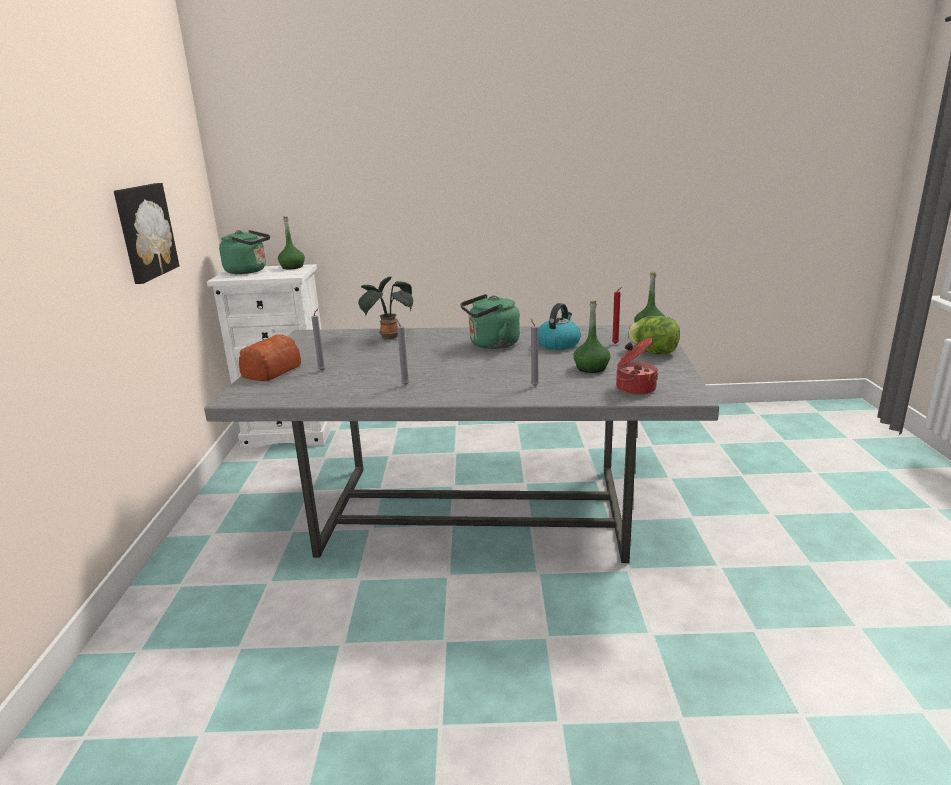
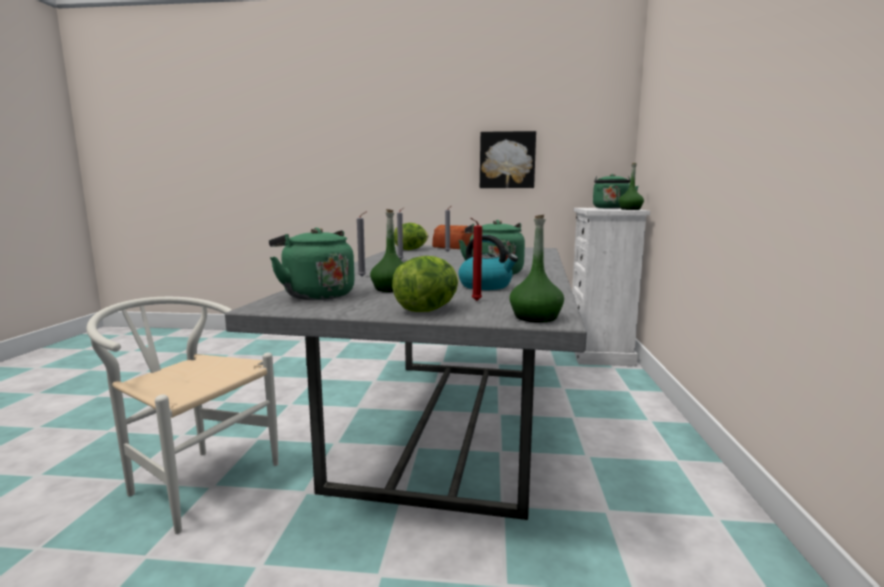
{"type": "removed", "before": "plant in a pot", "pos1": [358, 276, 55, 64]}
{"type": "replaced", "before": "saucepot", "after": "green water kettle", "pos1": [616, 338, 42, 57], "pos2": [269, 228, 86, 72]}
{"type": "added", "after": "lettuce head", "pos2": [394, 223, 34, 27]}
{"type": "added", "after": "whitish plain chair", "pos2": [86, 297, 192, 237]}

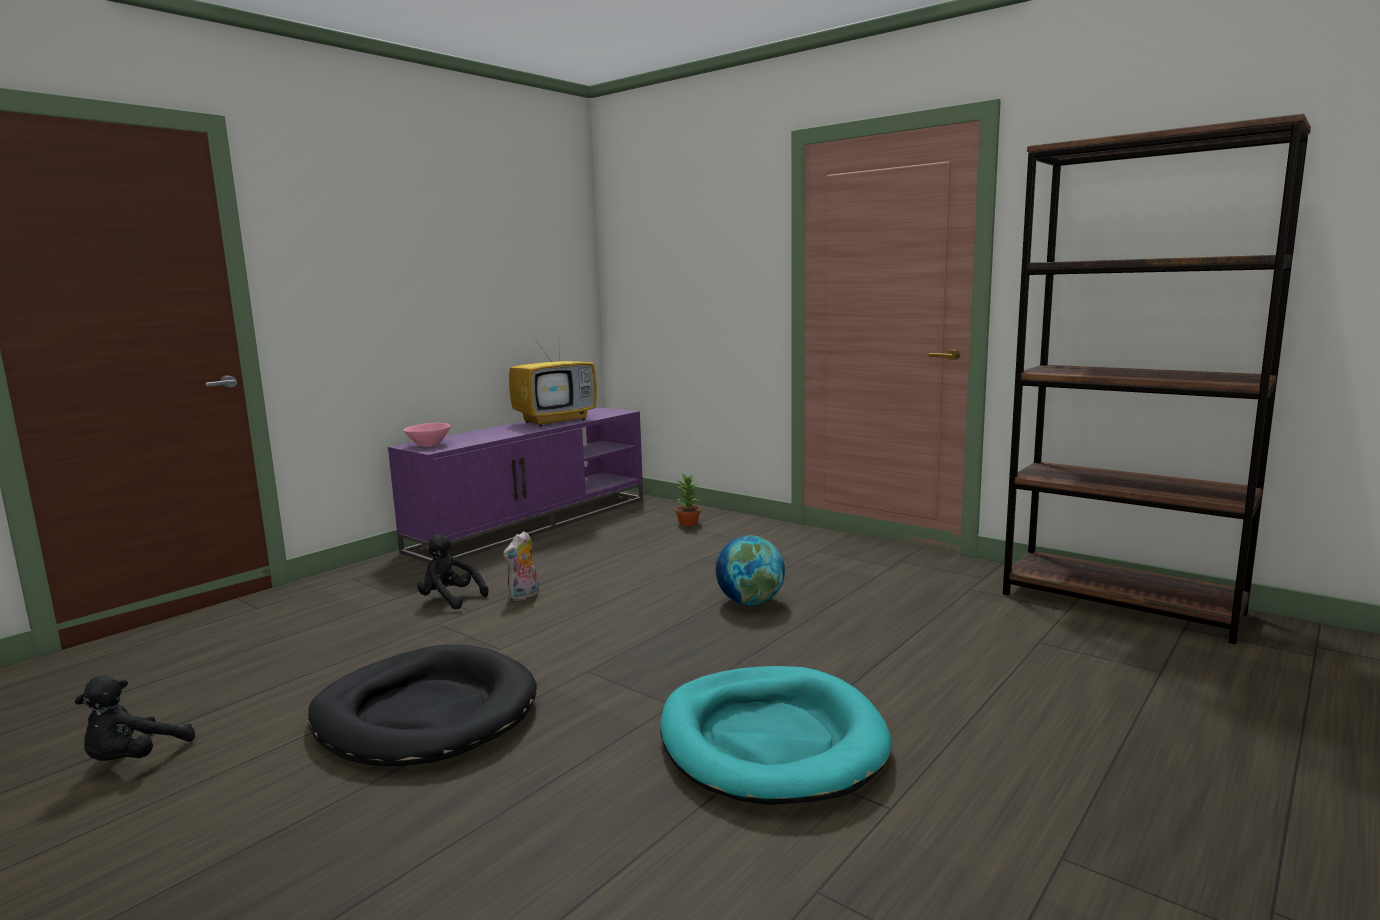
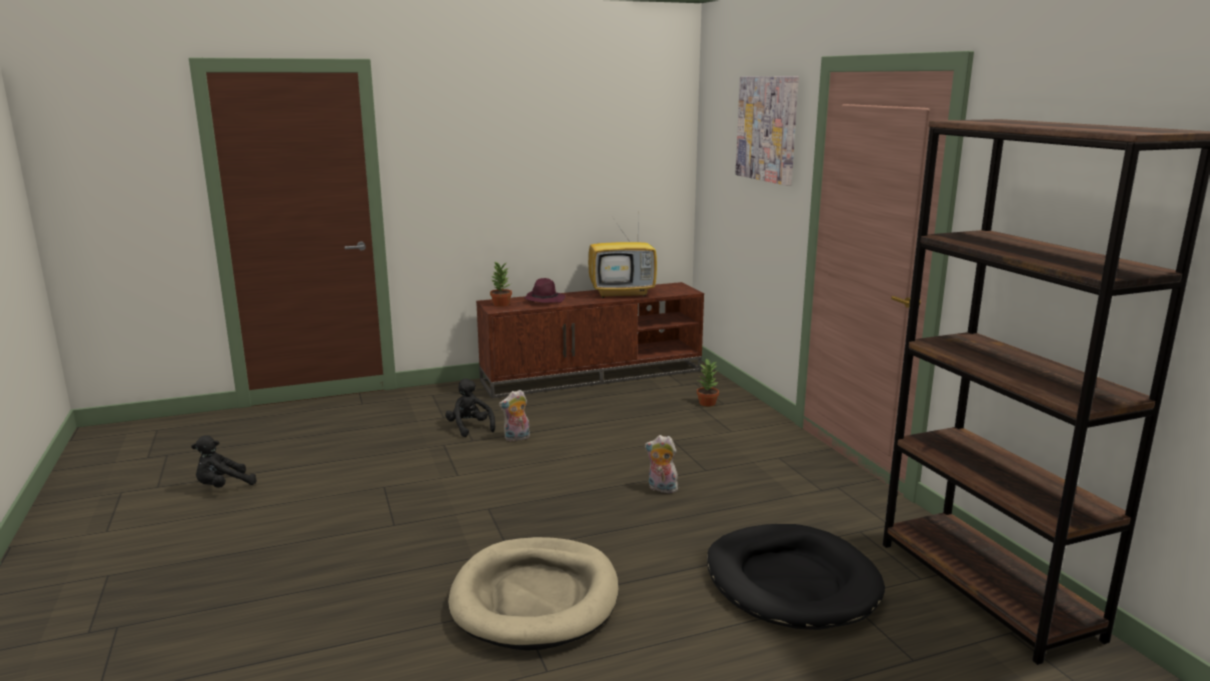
{"type": "recoloured", "before": "purple tv stand", "after": "brown tv stand", "pos1": [388, 407, 255, 156], "pos2": [476, 282, 228, 116]}
{"type": "replaced", "before": "pink bowl", "after": "plant in a pot", "pos1": [404, 423, 46, 24], "pos2": [490, 261, 22, 46]}
{"type": "replaced", "before": "world globe", "after": "plush toy", "pos1": [716, 535, 69, 70], "pos2": [645, 435, 36, 58]}
{"type": "moved", "before": "blackish dog cushion", "pos1": [308, 645, 229, 121], "pos2": [707, 524, 178, 106]}
{"type": "recoloured", "before": "turquoise dog cushion", "after": "sand-coloured dog cushion", "pos1": [660, 666, 232, 139], "pos2": [448, 537, 171, 114]}
{"type": "added", "after": "picture", "pos2": [735, 76, 64, 110]}
{"type": "added", "after": "purple hat", "pos2": [523, 278, 42, 25]}

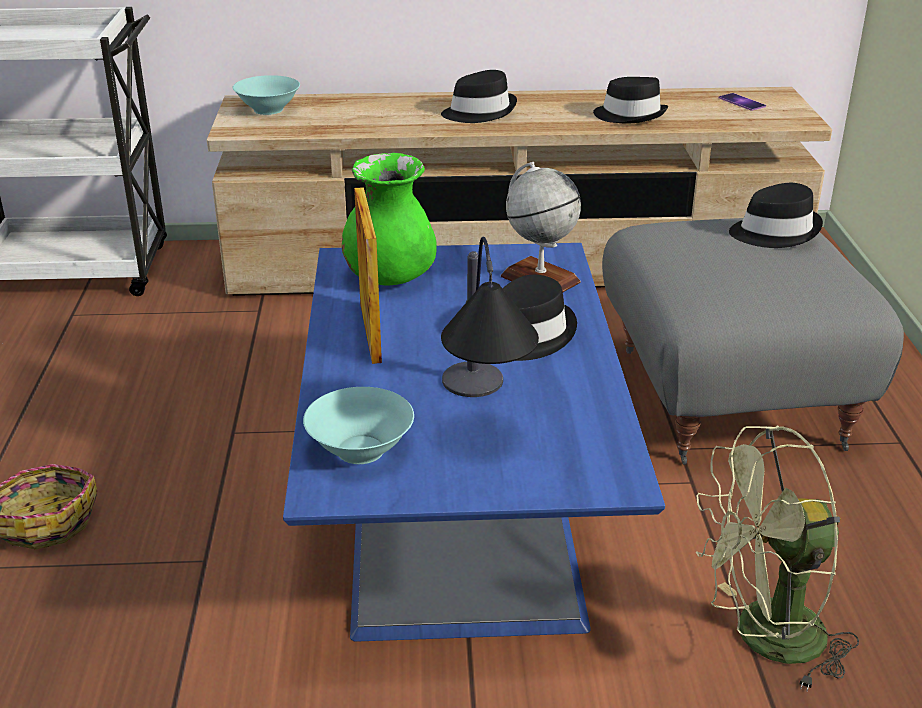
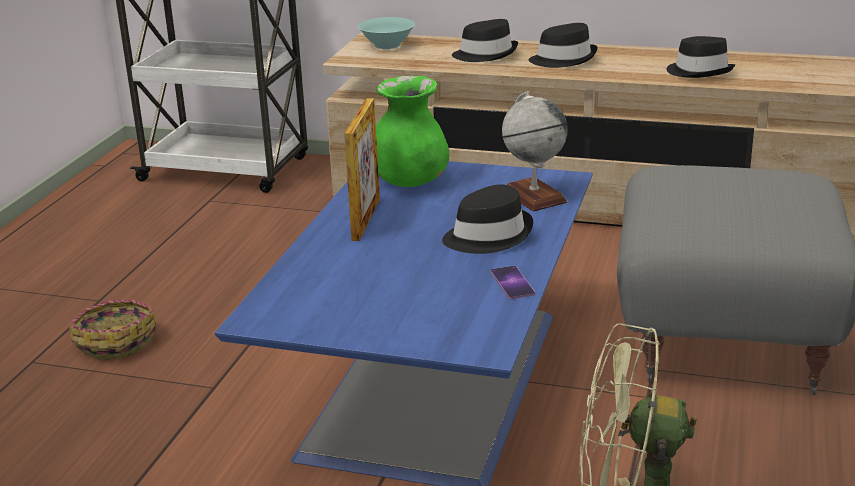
{"type": "moved", "before": "phone", "pos1": [719, 93, 47, 18], "pos2": [490, 266, 45, 33]}
{"type": "moved", "before": "blackish hat", "pos1": [729, 183, 94, 65], "pos2": [452, 19, 66, 43]}
{"type": "removed", "before": "table lamp", "pos1": [441, 237, 98, 160]}
{"type": "removed", "before": "turquoise bowl", "pos1": [303, 387, 111, 77]}

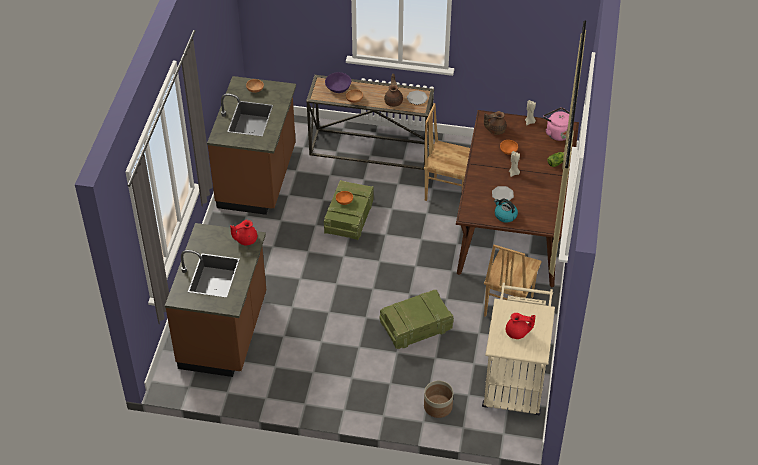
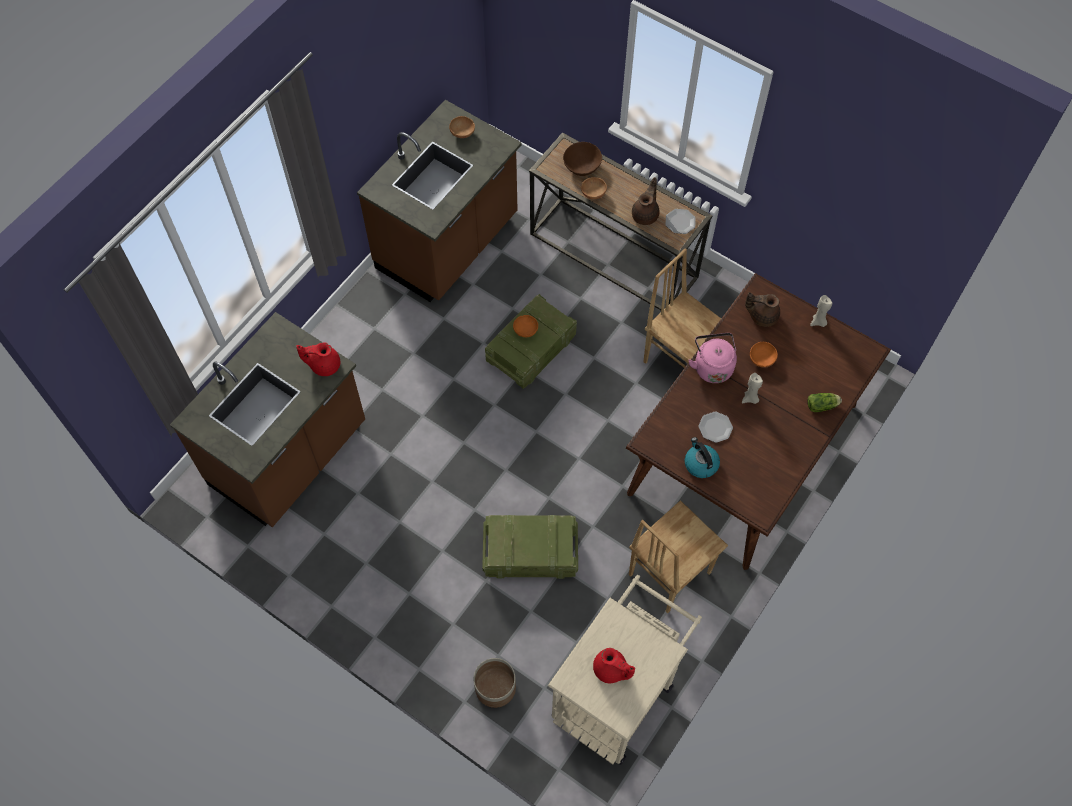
{"type": "recoloured", "before": "purple bowl", "after": "brown bowl", "pos1": [325, 72, 26, 21], "pos2": [563, 142, 39, 34]}
{"type": "moved", "before": "pink water kettle", "pos1": [543, 107, 27, 34], "pos2": [688, 333, 49, 50]}

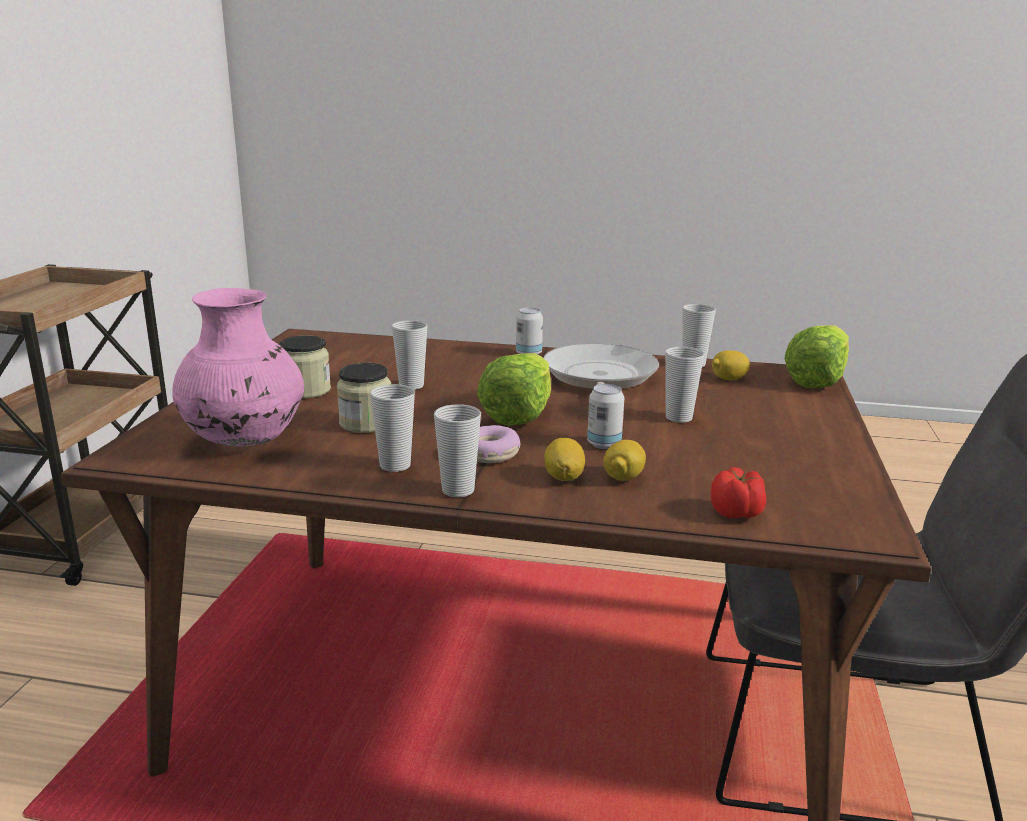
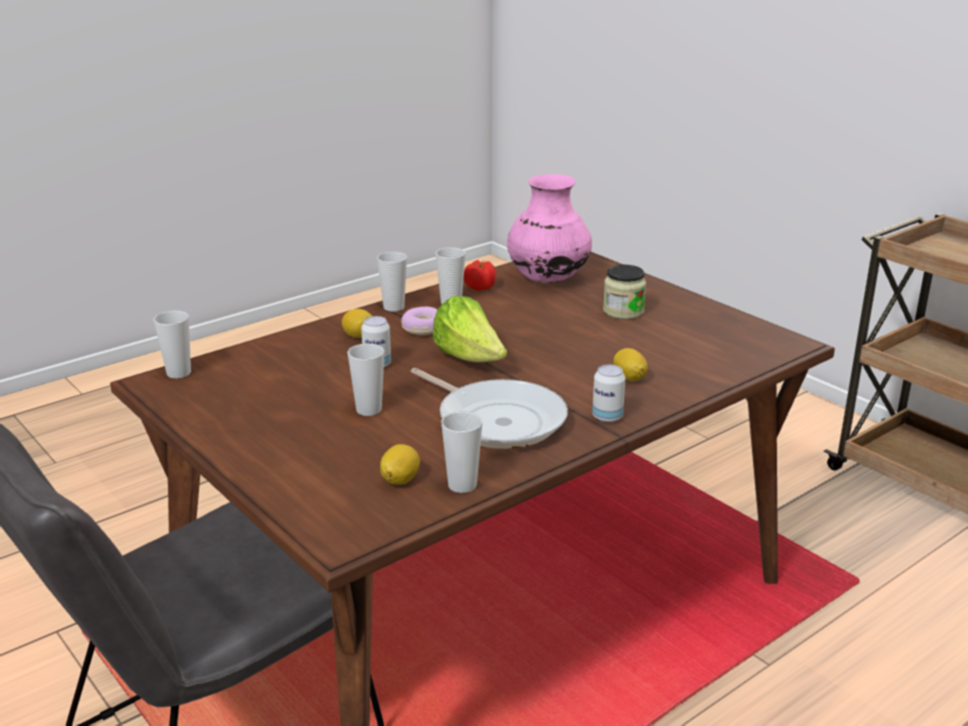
{"type": "moved", "before": "drinking cup", "pos1": [392, 320, 36, 70], "pos2": [153, 311, 38, 67]}
{"type": "removed", "before": "lettuce head", "pos1": [785, 325, 64, 63]}
{"type": "removed", "before": "jar", "pos1": [337, 363, 54, 70]}
{"type": "moved", "before": "whole lemon", "pos1": [603, 440, 43, 41], "pos2": [613, 348, 35, 33]}
{"type": "moved", "before": "fresh tomato", "pos1": [711, 467, 55, 51], "pos2": [464, 260, 32, 31]}

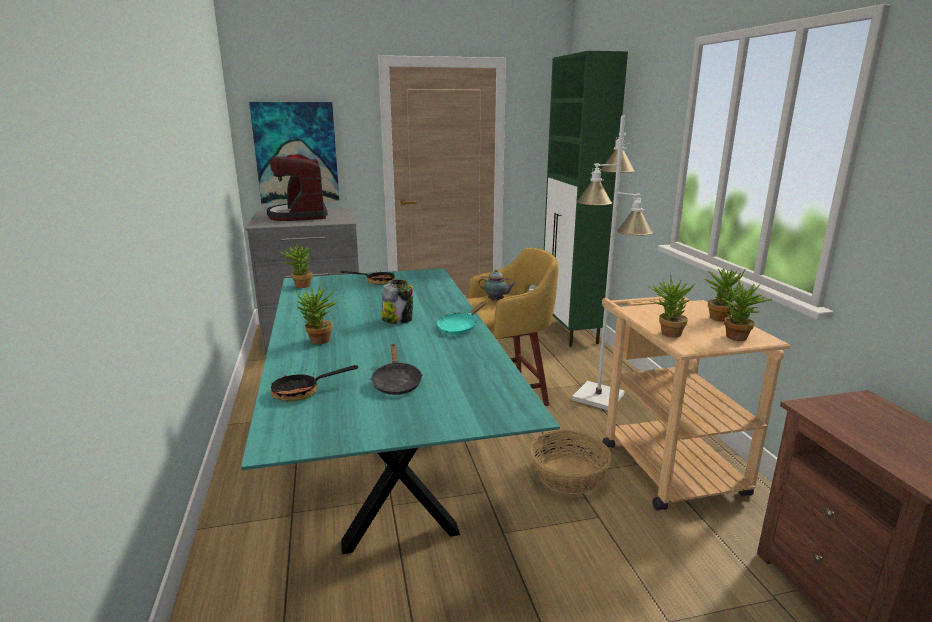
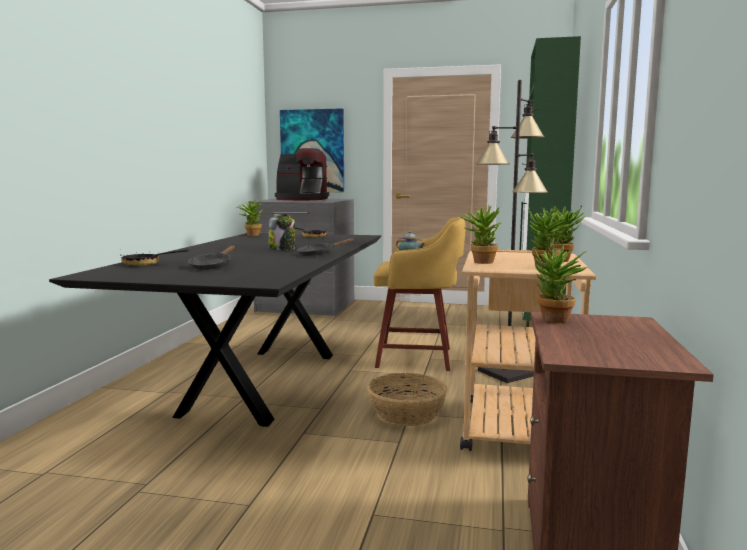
{"type": "recoloured", "before": "whitish standard lamp", "after": "blackish standard lamp", "pos1": [572, 115, 81, 295], "pos2": [476, 80, 72, 303]}
{"type": "turned", "before": "coffee machine", "pos1": [267, 156, 61, 65], "pos2": [275, 148, 54, 52], "turn": -90}
{"type": "recoloured", "before": "turquoise kitchen table", "after": "blackish kitchen table", "pos1": [241, 268, 319, 286], "pos2": [49, 233, 332, 194]}
{"type": "moved", "before": "plant in a pot", "pos1": [296, 285, 41, 59], "pos2": [534, 245, 55, 78]}
{"type": "recoloured", "before": "turquoise skillet", "after": "blackish skillet", "pos1": [437, 302, 49, 33], "pos2": [297, 238, 57, 18]}

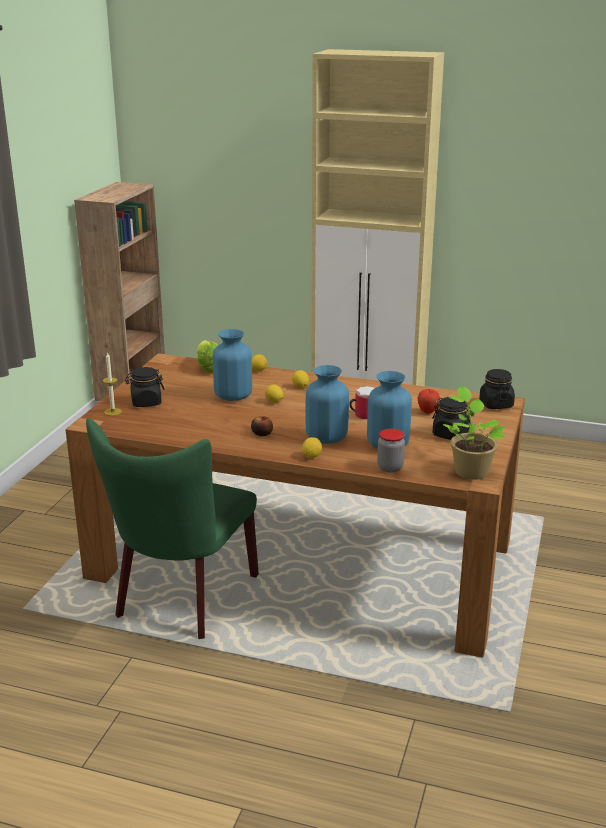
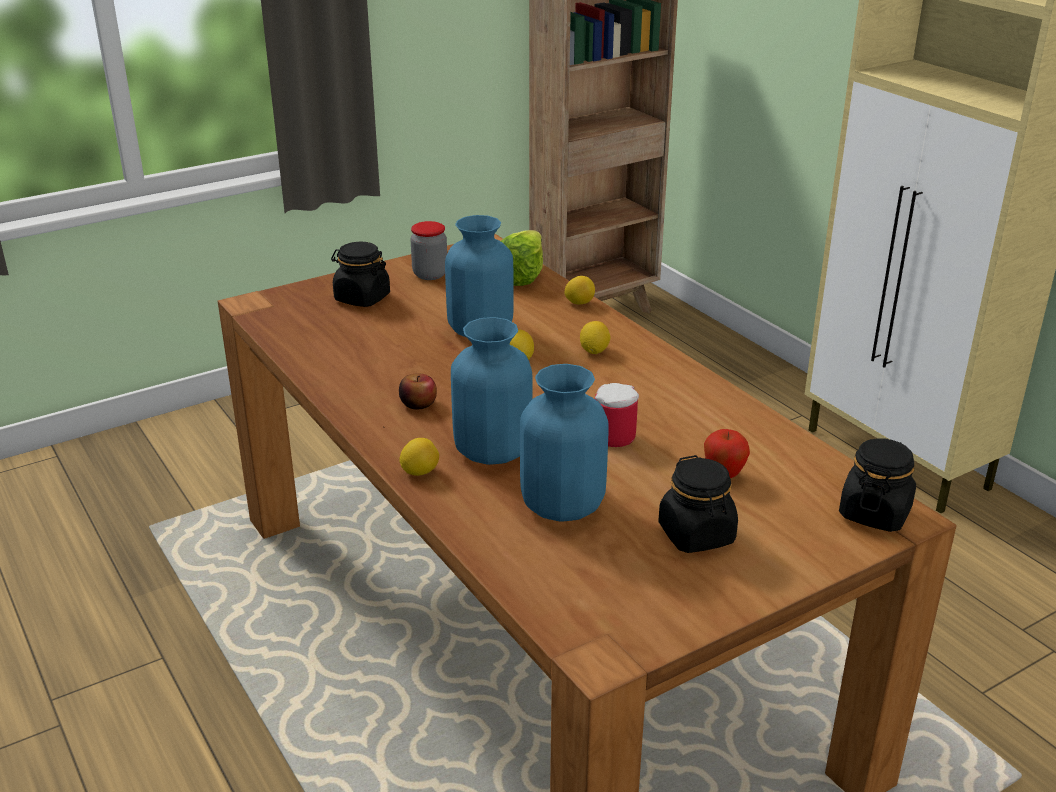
{"type": "removed", "before": "wax candle", "pos1": [103, 352, 19, 64]}
{"type": "removed", "before": "plant in a pot", "pos1": [443, 385, 62, 95]}
{"type": "removed", "before": "green plain chair", "pos1": [86, 418, 173, 221]}
{"type": "moved", "before": "jar", "pos1": [377, 429, 28, 44], "pos2": [410, 221, 37, 59]}

